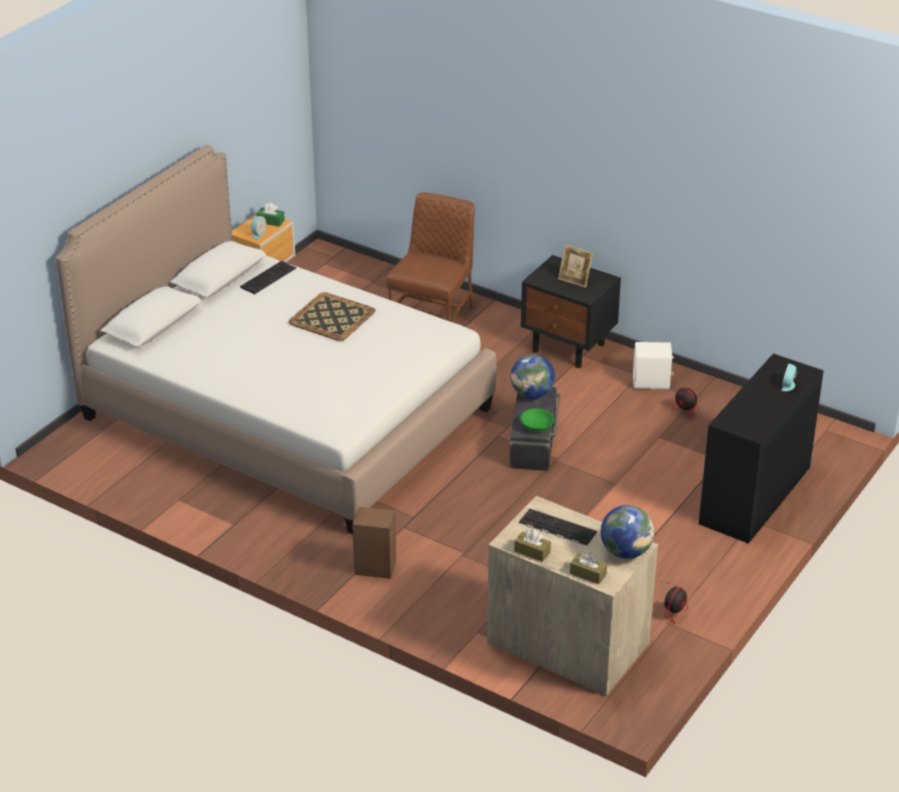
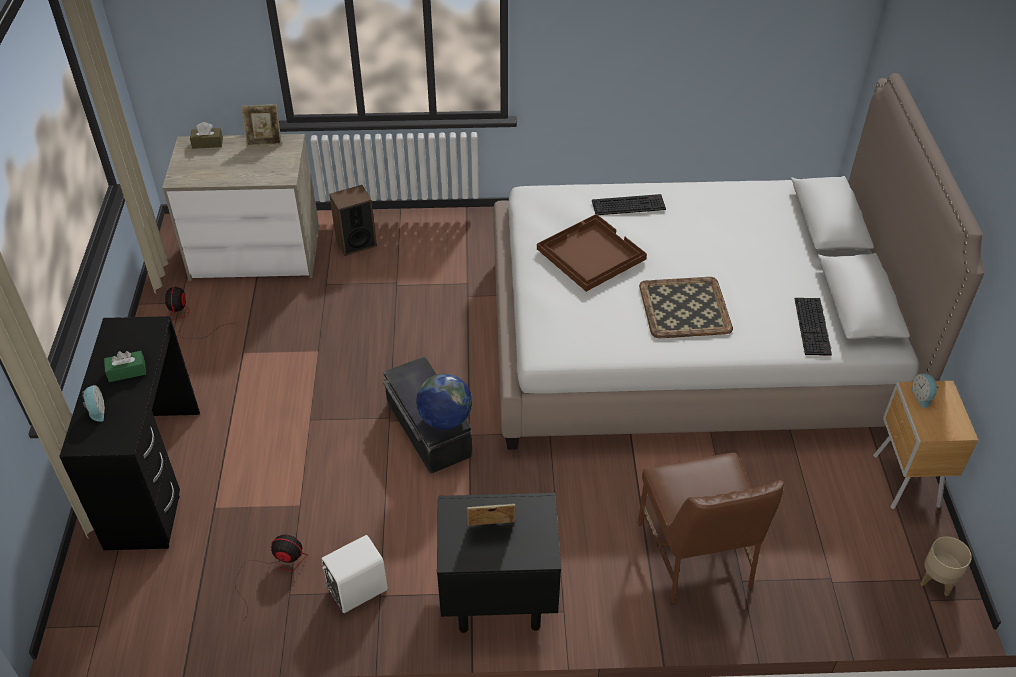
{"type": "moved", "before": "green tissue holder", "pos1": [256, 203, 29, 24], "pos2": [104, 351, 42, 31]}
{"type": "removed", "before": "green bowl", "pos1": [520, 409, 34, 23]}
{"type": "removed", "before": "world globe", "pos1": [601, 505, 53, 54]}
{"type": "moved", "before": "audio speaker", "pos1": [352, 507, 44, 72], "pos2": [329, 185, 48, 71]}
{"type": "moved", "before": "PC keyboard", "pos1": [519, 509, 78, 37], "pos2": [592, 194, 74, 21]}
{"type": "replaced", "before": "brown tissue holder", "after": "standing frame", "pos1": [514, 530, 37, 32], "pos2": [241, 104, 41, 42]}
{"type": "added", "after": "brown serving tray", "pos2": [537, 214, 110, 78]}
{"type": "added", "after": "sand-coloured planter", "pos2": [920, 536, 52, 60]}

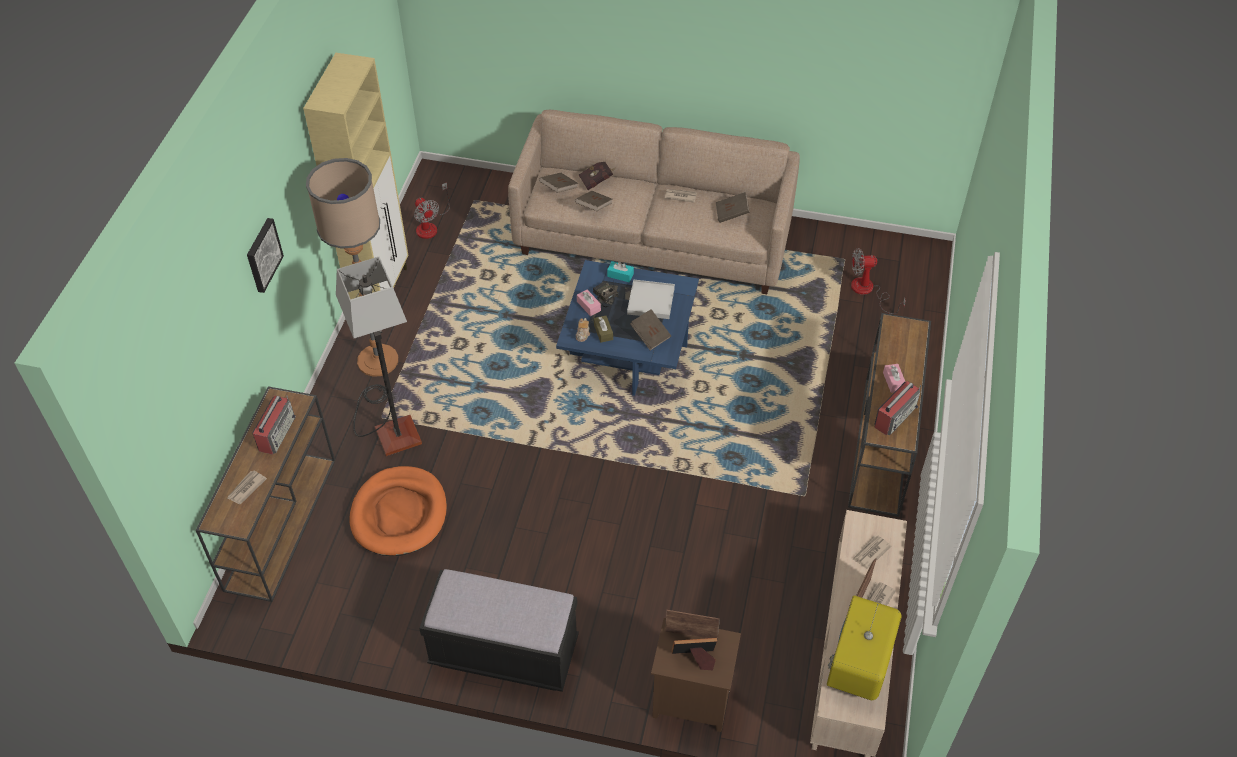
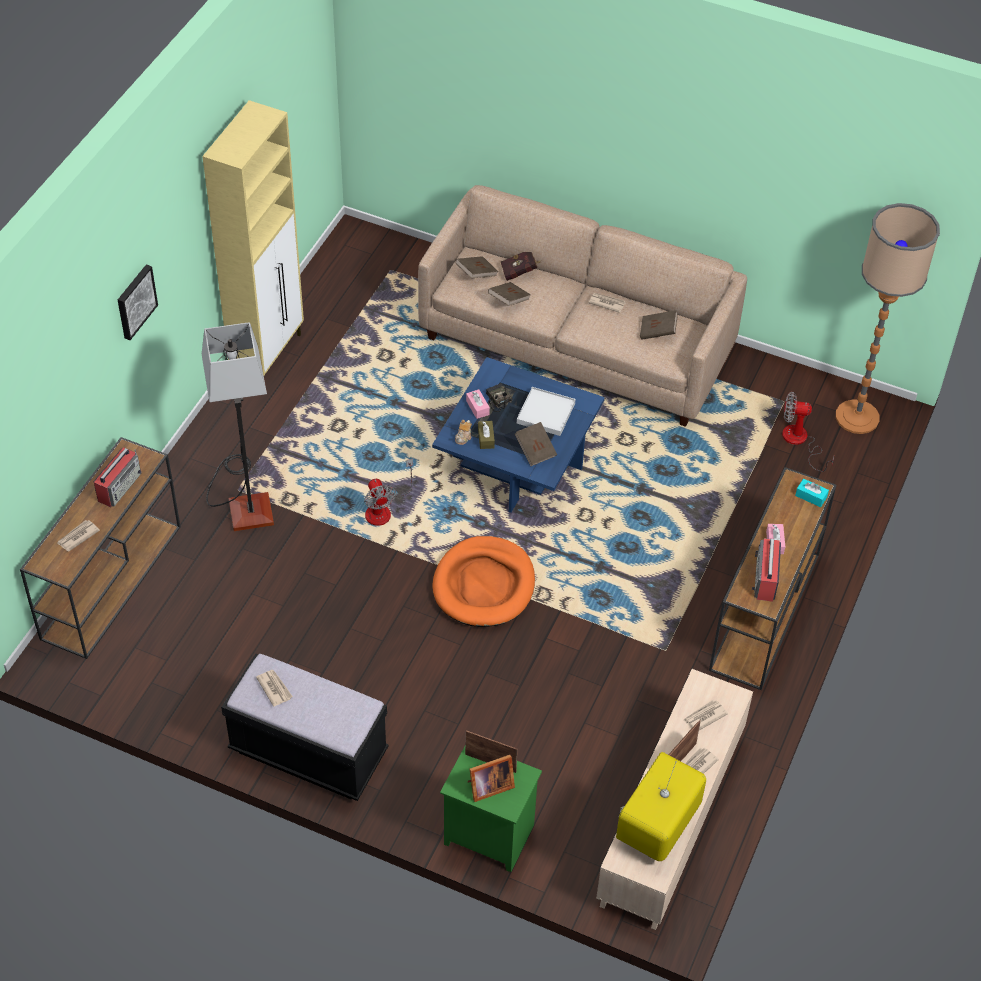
{"type": "moved", "before": "standard lamp", "pos1": [306, 158, 92, 219], "pos2": [836, 203, 104, 231]}
{"type": "moved", "before": "cooling fan", "pos1": [414, 182, 36, 57], "pos2": [364, 459, 49, 67]}
{"type": "moved", "before": "turquoise tissue holder", "pos1": [607, 261, 27, 21], "pos2": [795, 479, 34, 28]}
{"type": "turned", "before": "radio set", "pos1": [874, 381, 47, 55], "pos2": [752, 539, 29, 63], "turn": 135}
{"type": "moved", "before": "orange-coloured dog cushion", "pos1": [350, 466, 97, 90], "pos2": [432, 536, 103, 91]}
{"type": "recoloured", "before": "brown bedside table", "after": "green bedside table", "pos1": [651, 618, 90, 114], "pos2": [440, 746, 102, 126]}
{"type": "turned", "before": "standing frame", "pos1": [672, 638, 45, 32], "pos2": [468, 755, 47, 47], "turn": 150}
{"type": "added", "after": "newspaper", "pos2": [256, 670, 37, 37]}

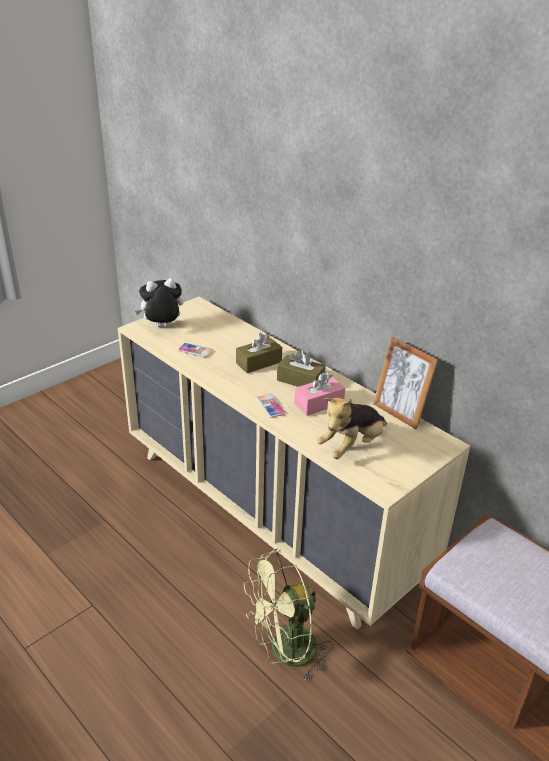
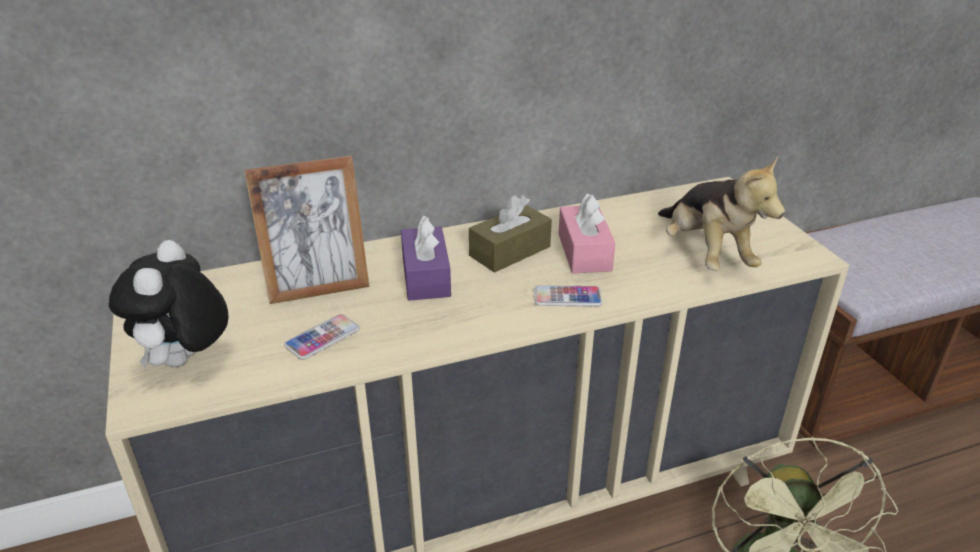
{"type": "recoloured", "before": "brown tissue holder", "after": "purple tissue holder", "pos1": [236, 333, 46, 40], "pos2": [401, 215, 50, 86]}
{"type": "moved", "before": "standing frame", "pos1": [373, 336, 65, 93], "pos2": [244, 156, 126, 148]}

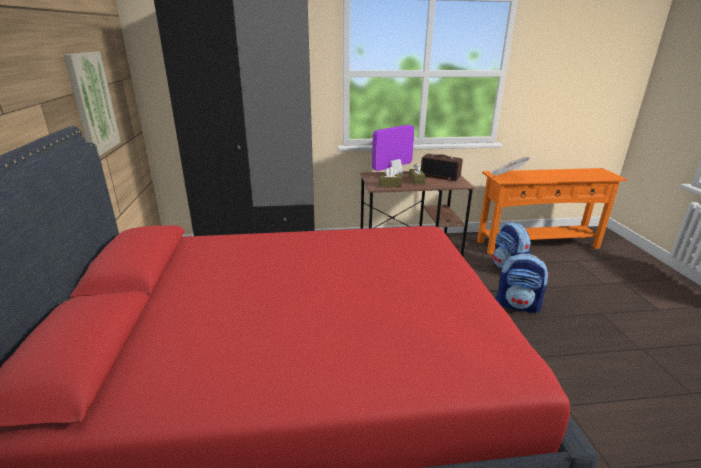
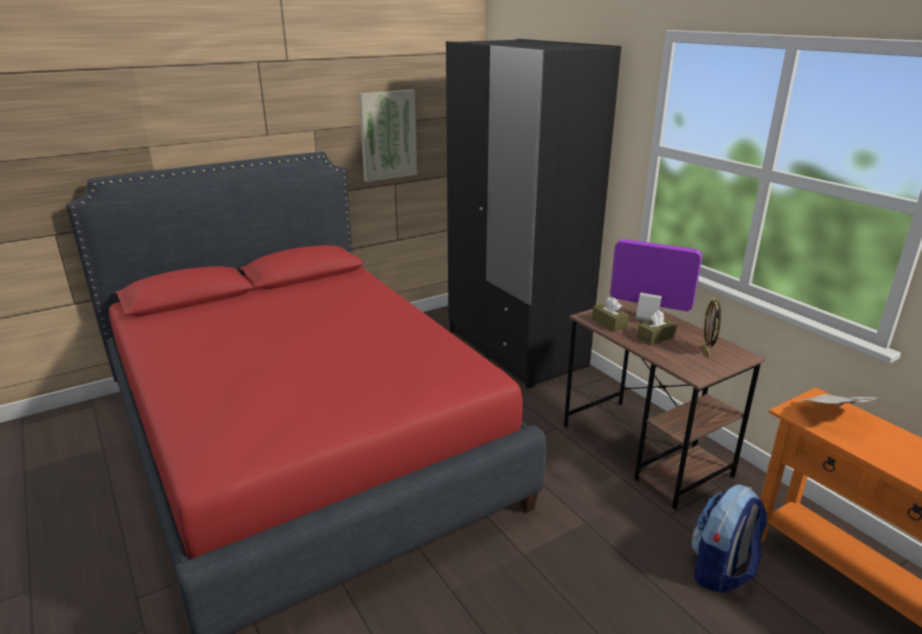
{"type": "replaced", "before": "radio set", "after": "standing frame", "pos1": [421, 154, 42, 27], "pos2": [702, 297, 19, 60]}
{"type": "removed", "before": "backpack", "pos1": [496, 254, 54, 59]}

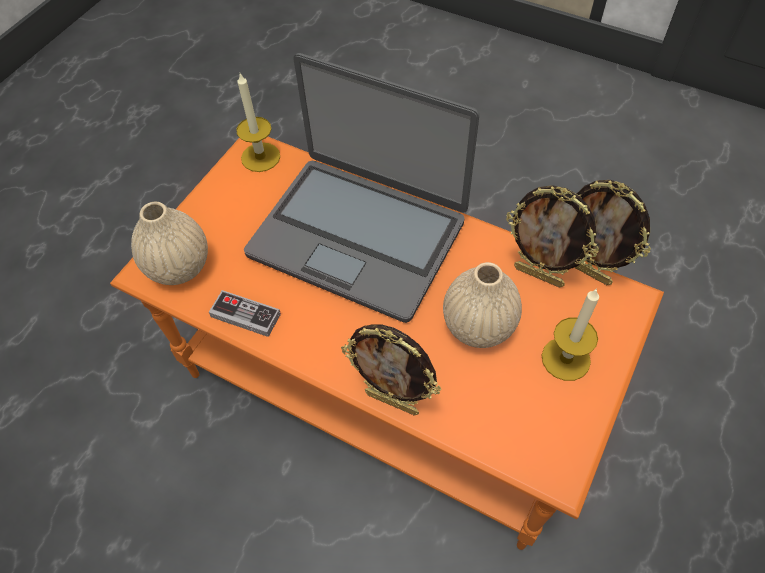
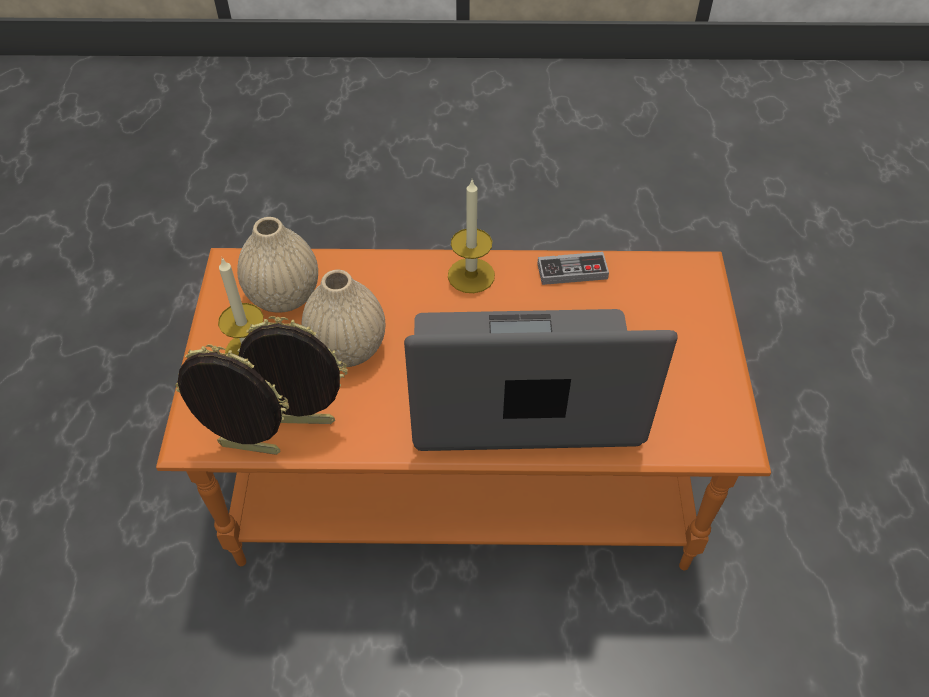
{"type": "moved", "before": "wax candle", "pos1": [236, 74, 44, 98], "pos2": [448, 180, 47, 113]}
{"type": "moved", "before": "sand-coloured decorative vase", "pos1": [131, 202, 77, 83], "pos2": [237, 217, 81, 96]}
{"type": "removed", "before": "standing frame", "pos1": [341, 324, 100, 92]}

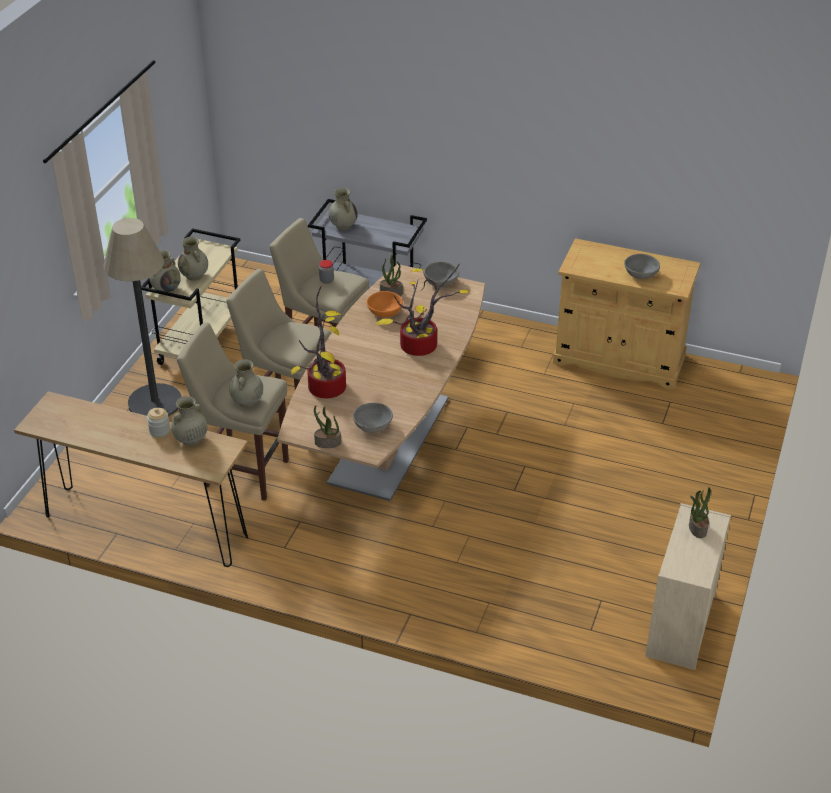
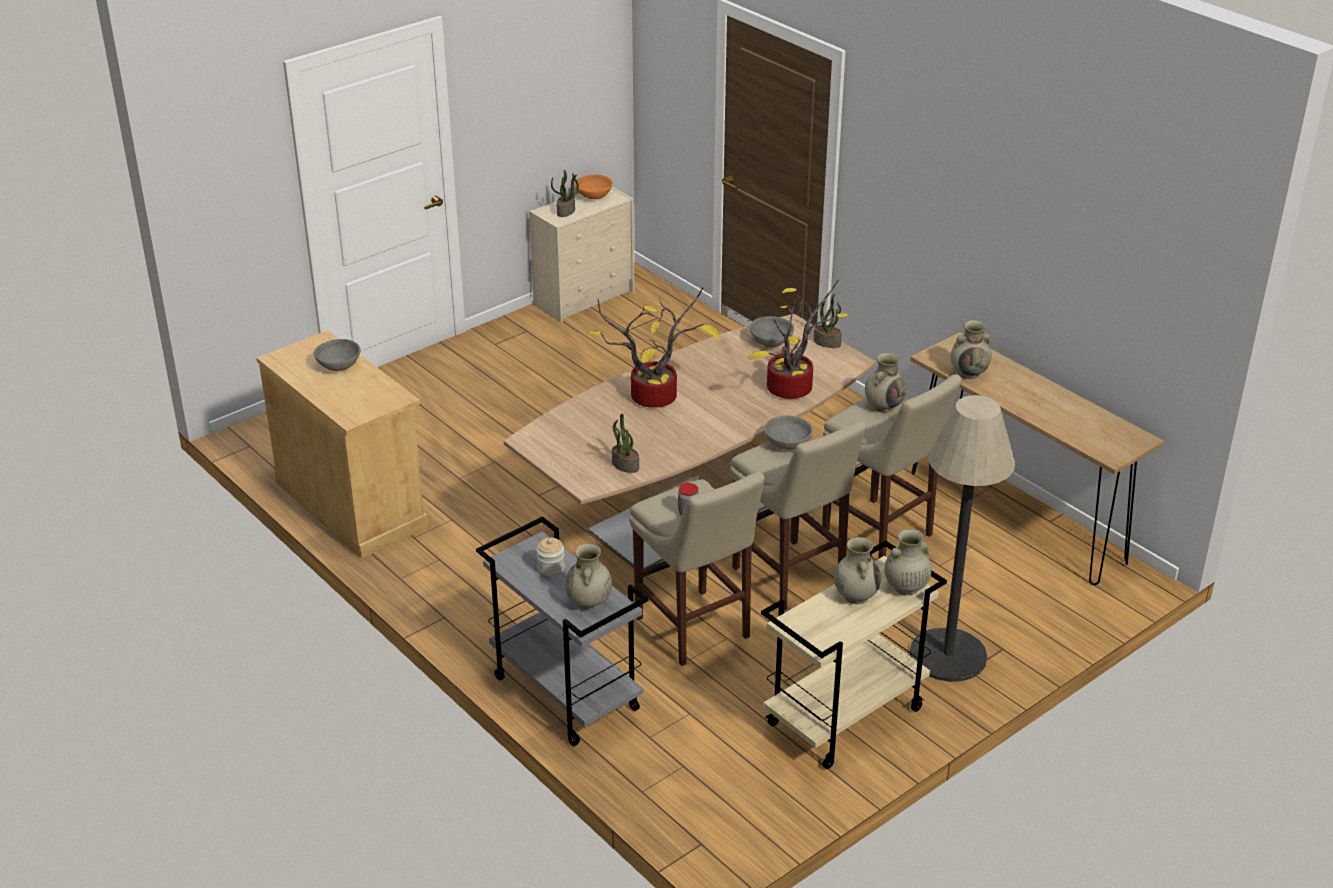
{"type": "moved", "before": "grey bowl", "pos1": [424, 262, 35, 25], "pos2": [765, 416, 48, 34]}
{"type": "moved", "before": "orange-coloured bowl", "pos1": [366, 291, 37, 26], "pos2": [574, 174, 39, 25]}
{"type": "moved", "before": "jar", "pos1": [147, 408, 23, 29], "pos2": [536, 538, 29, 39]}

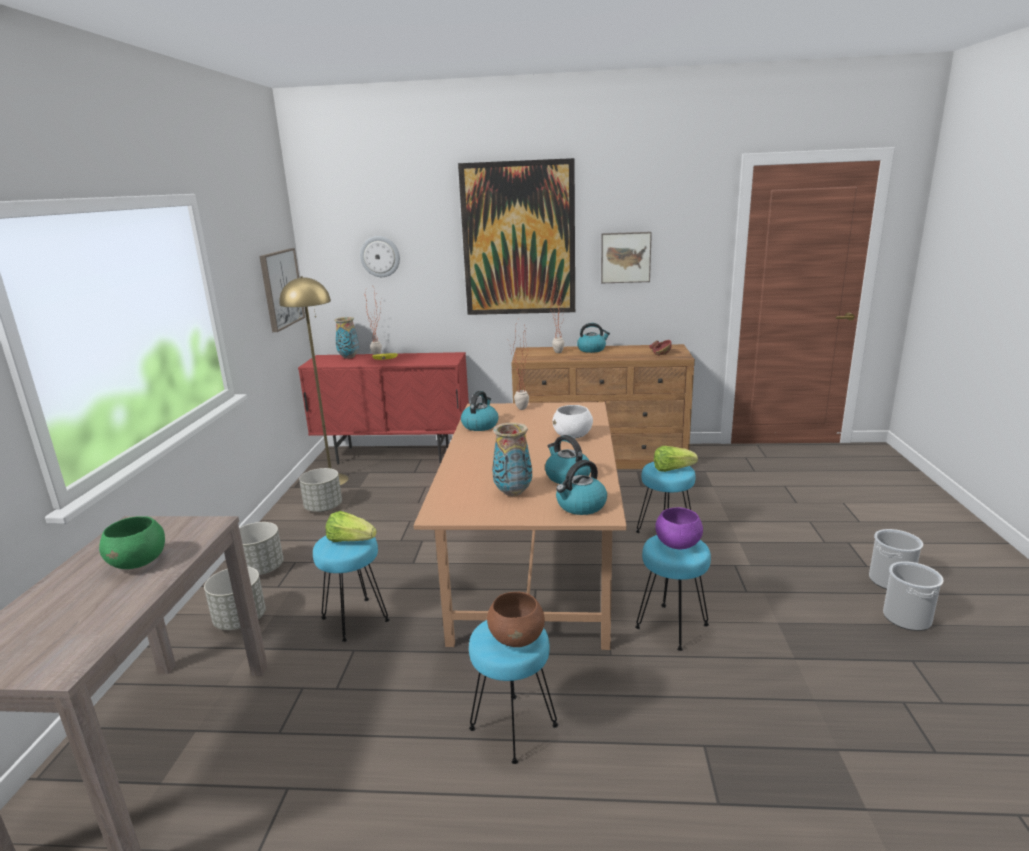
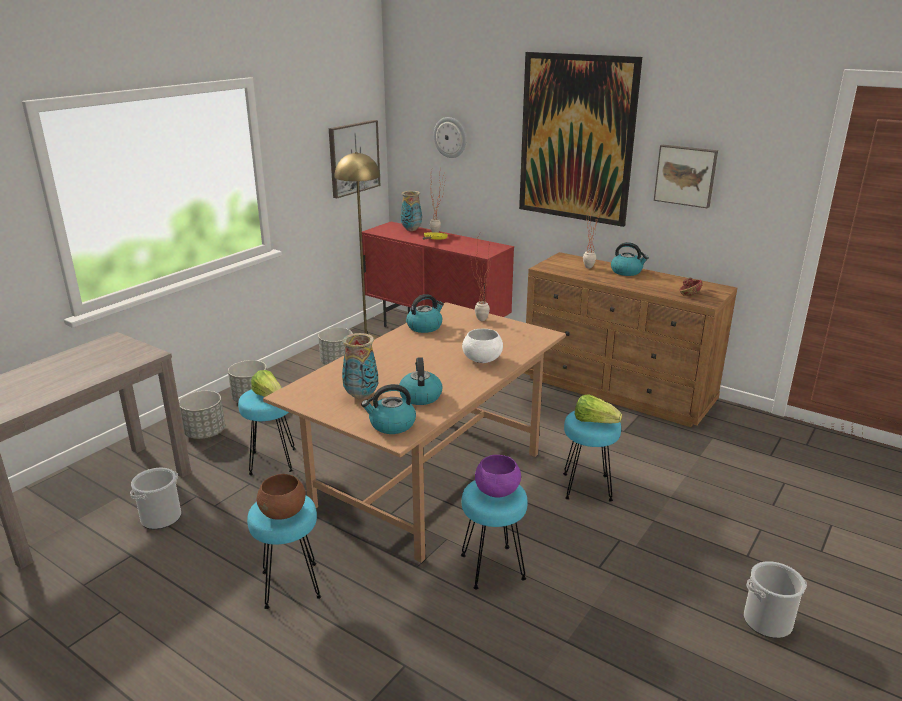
{"type": "removed", "before": "green bowl", "pos1": [99, 516, 66, 53]}
{"type": "moved", "before": "pail", "pos1": [883, 561, 61, 70], "pos2": [130, 468, 51, 61]}

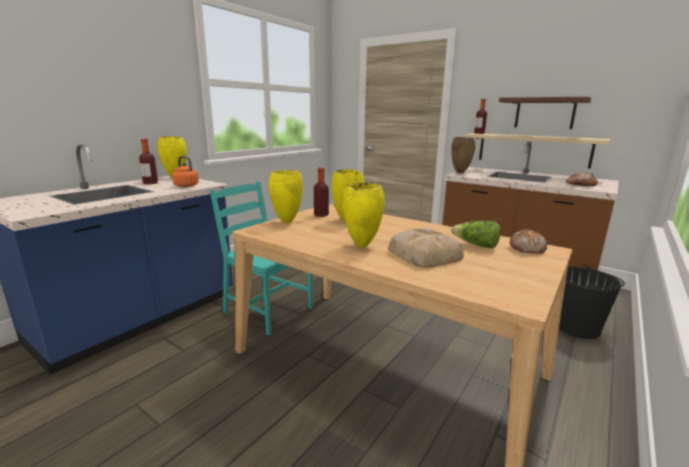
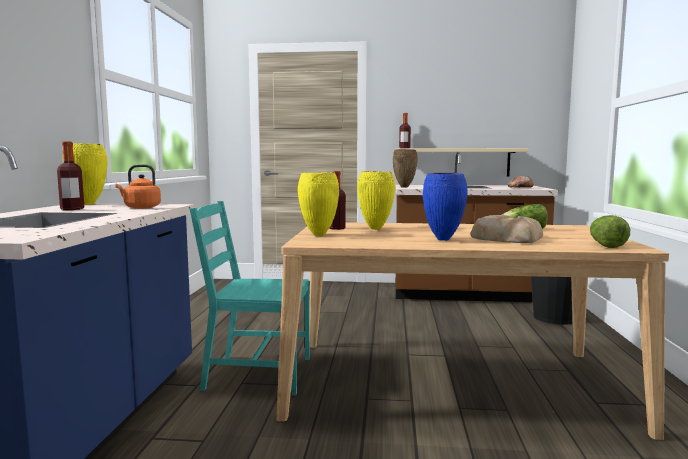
{"type": "removed", "before": "bracket shelf", "pos1": [499, 97, 92, 32]}
{"type": "recoloured", "before": "yellow decorative vase", "after": "bluish decorative vase", "pos1": [343, 183, 42, 65], "pos2": [423, 173, 45, 68]}
{"type": "removed", "before": "baked bread", "pos1": [510, 229, 37, 25]}
{"type": "added", "after": "lettuce head", "pos2": [590, 215, 40, 33]}

